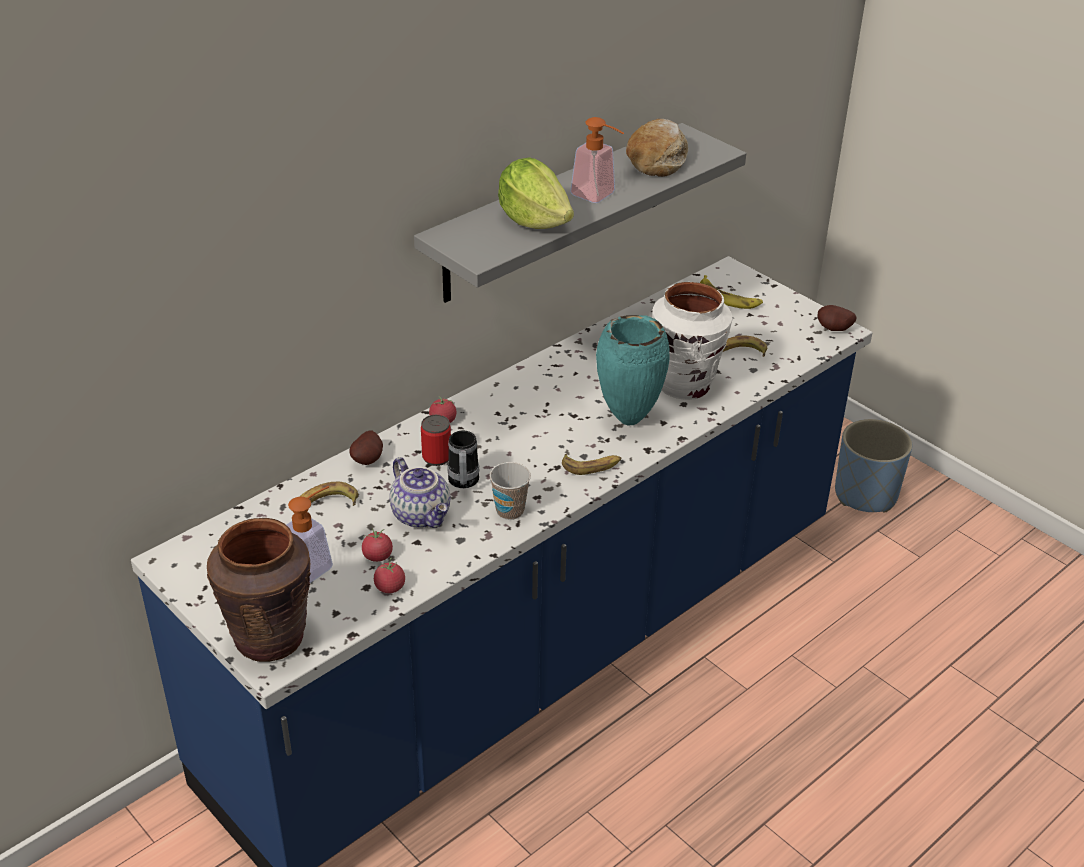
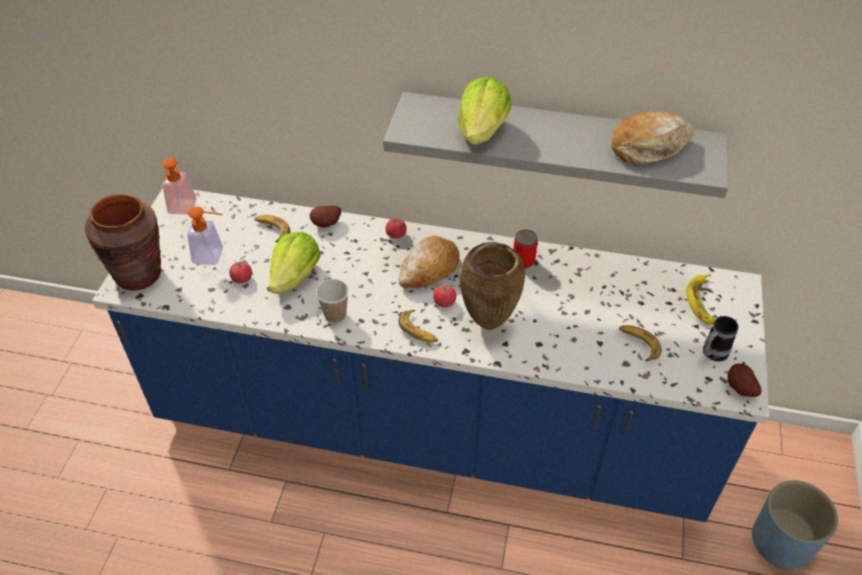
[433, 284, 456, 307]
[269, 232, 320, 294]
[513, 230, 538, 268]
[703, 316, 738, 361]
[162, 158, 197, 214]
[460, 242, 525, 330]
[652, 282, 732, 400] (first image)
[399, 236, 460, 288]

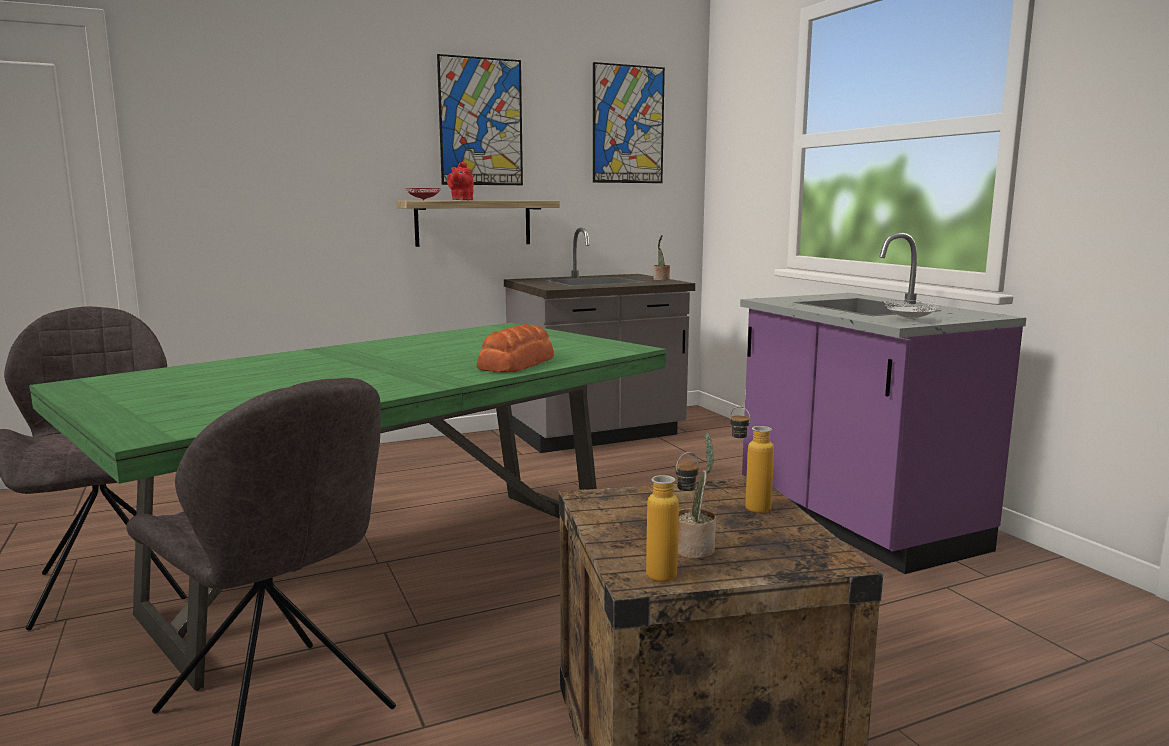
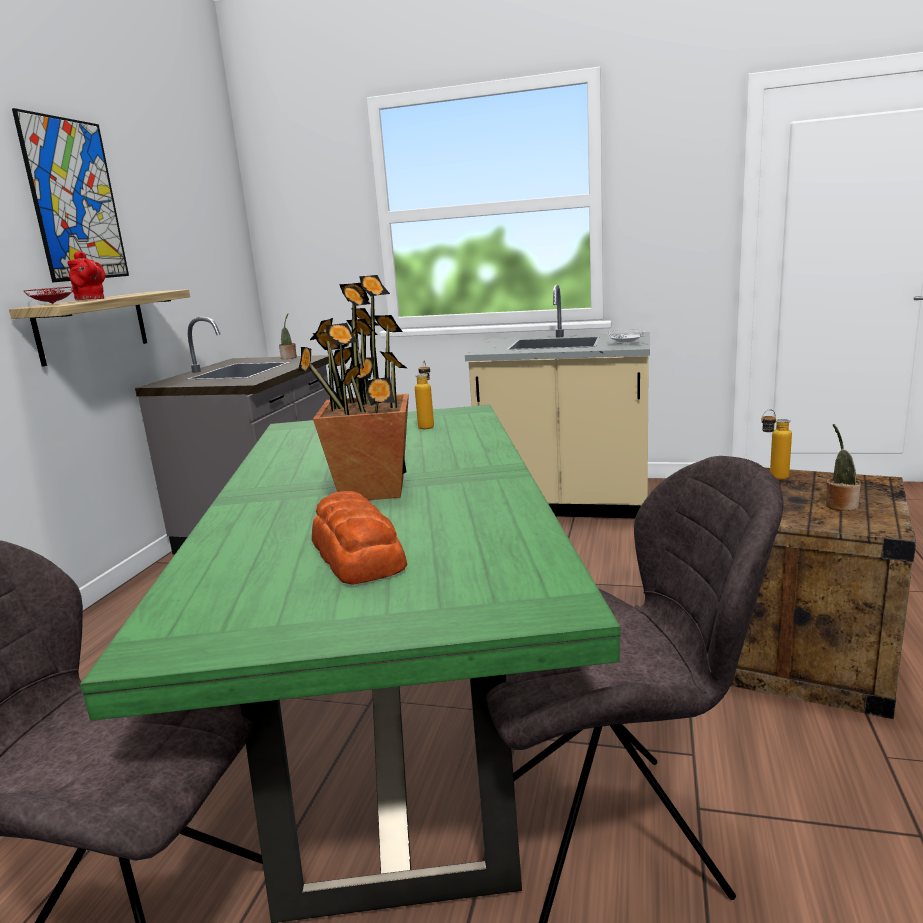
[312, 491, 408, 585]
[593, 62, 665, 183] (first image)
[415, 360, 434, 429]
[465, 285, 650, 518]
[298, 275, 409, 500]

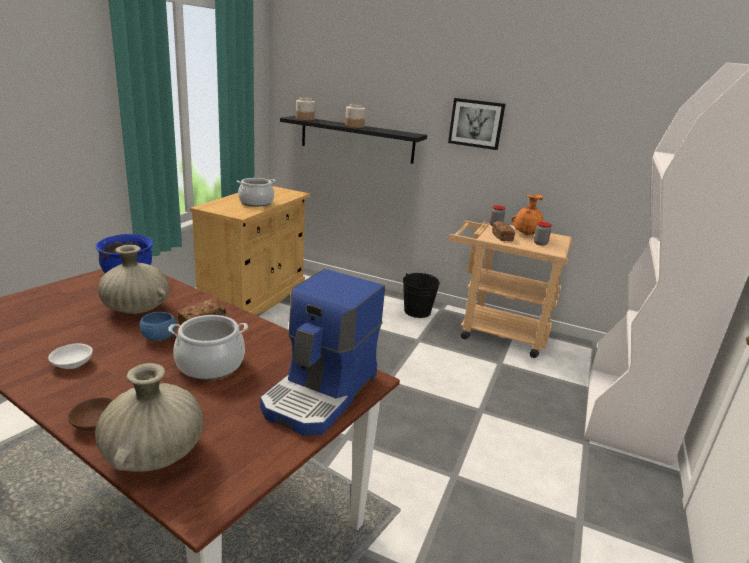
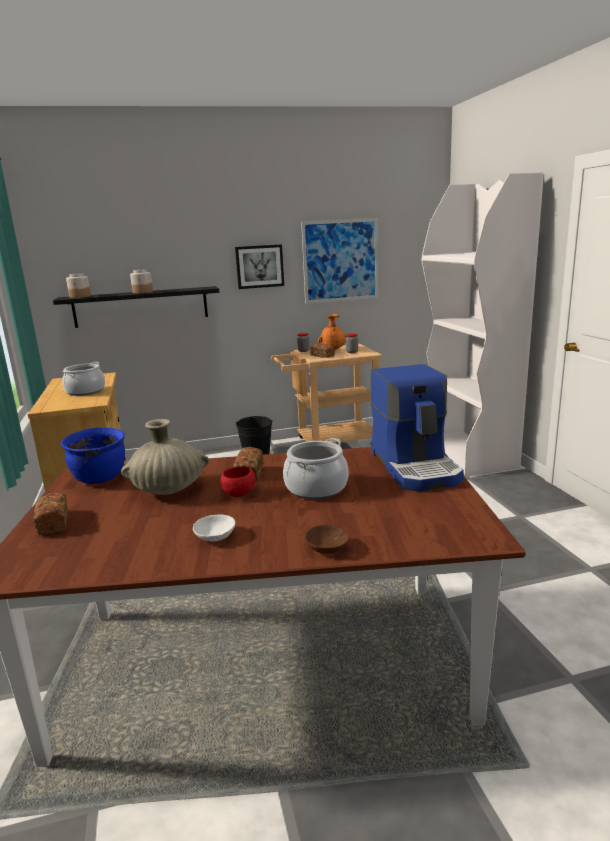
[95, 363, 203, 472] (first image)
[220, 467, 256, 497]
[34, 492, 67, 535]
[301, 218, 378, 304]

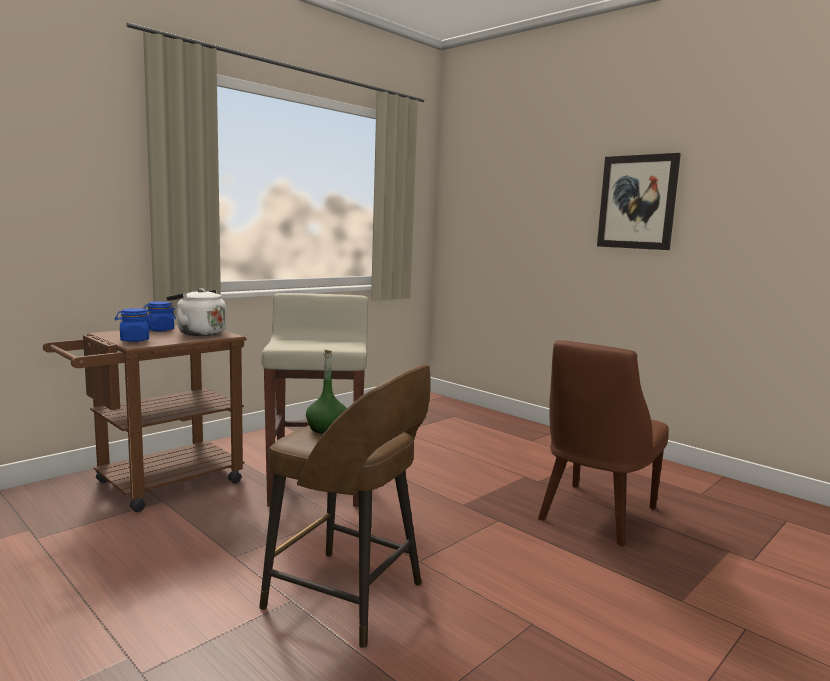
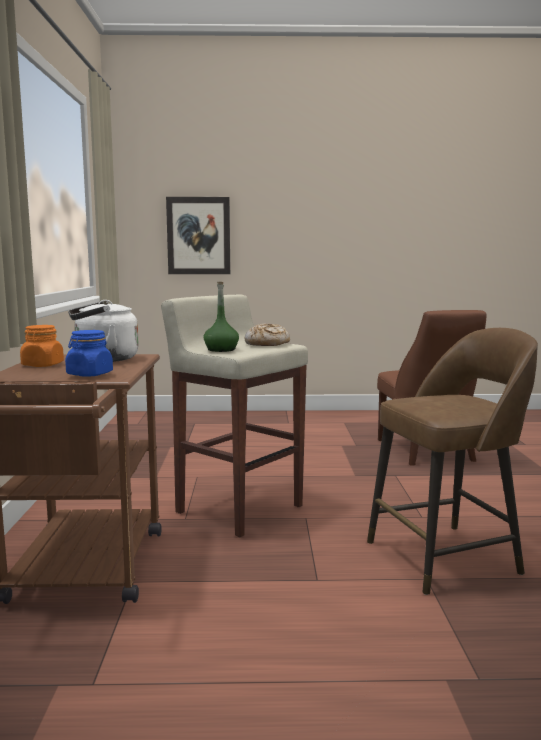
[20, 325, 64, 367]
[204, 282, 239, 352]
[166, 197, 230, 274]
[245, 323, 290, 346]

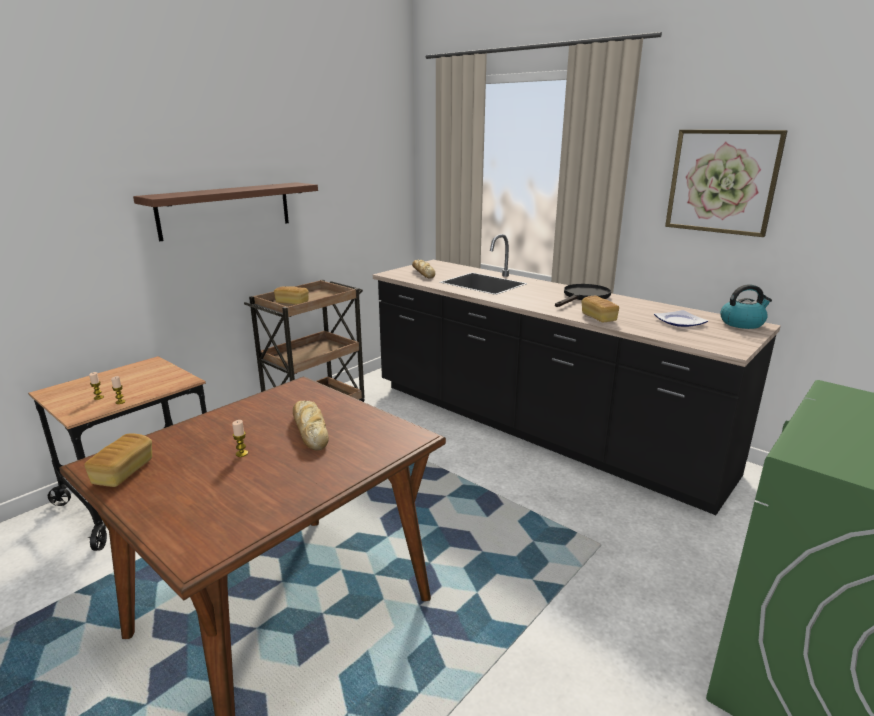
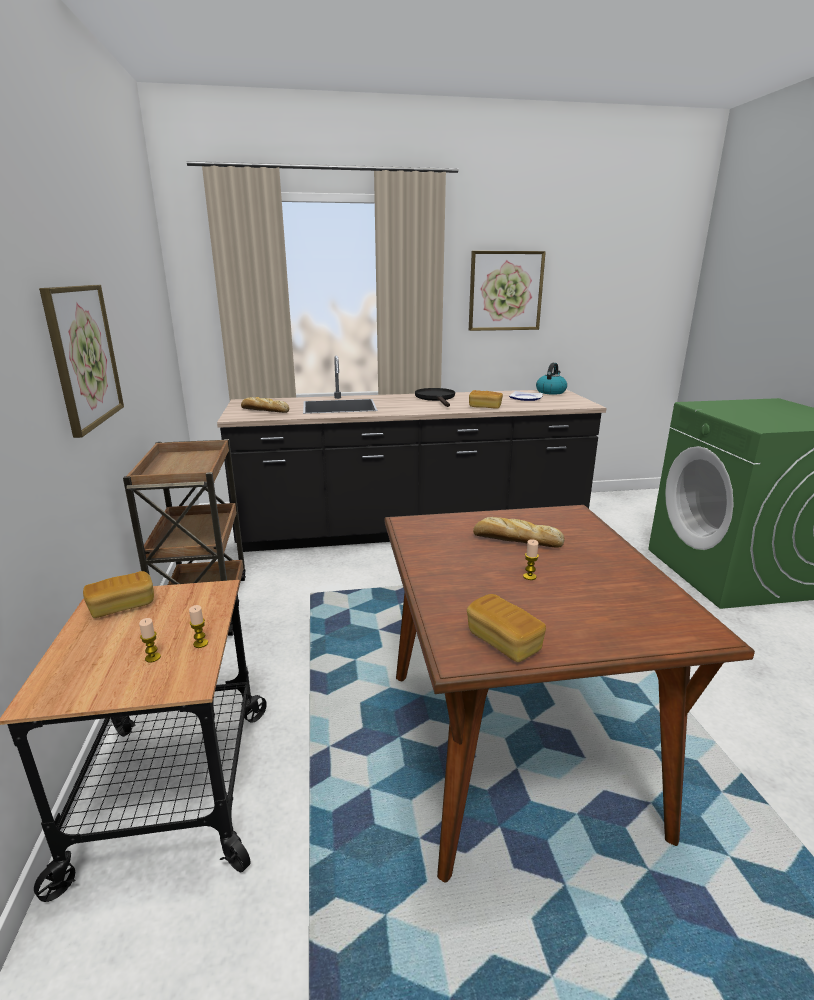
[39, 285, 124, 438]
[83, 571, 154, 618]

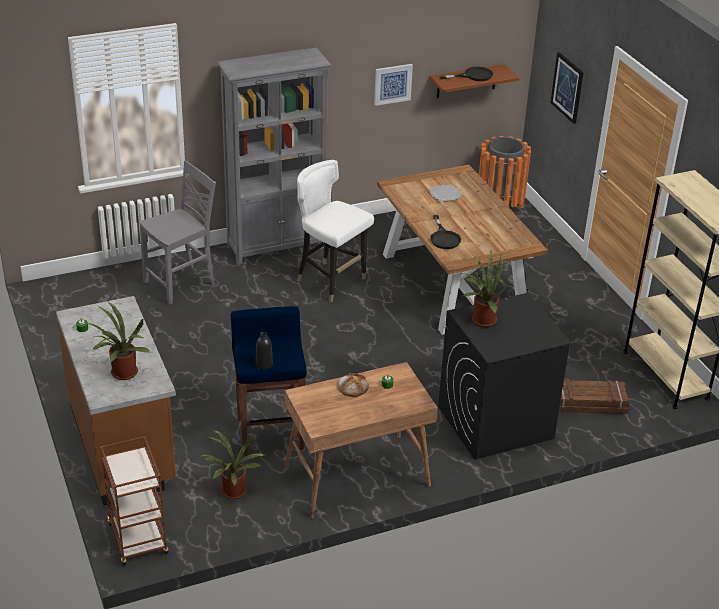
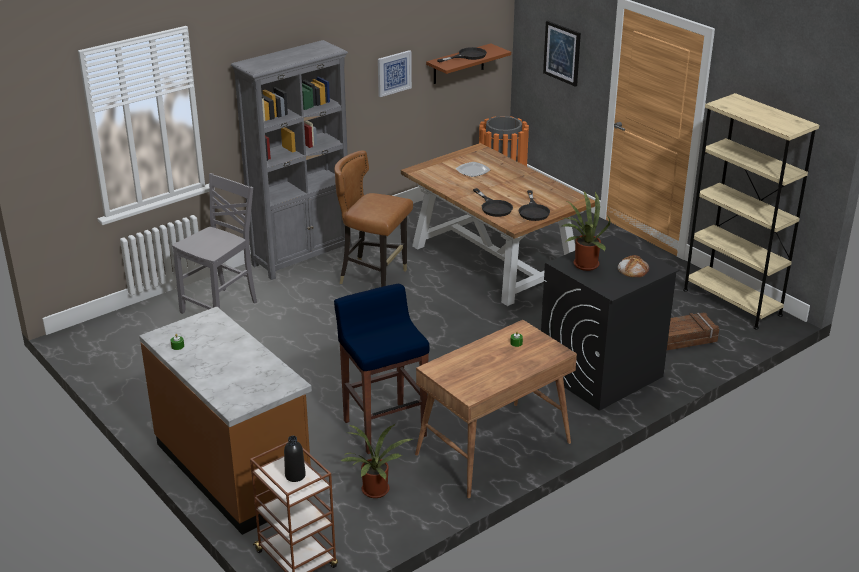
[84, 302, 150, 380] (first image)
[284, 436, 306, 482]
[334, 150, 413, 287]
[618, 255, 649, 277]
[519, 190, 550, 221]

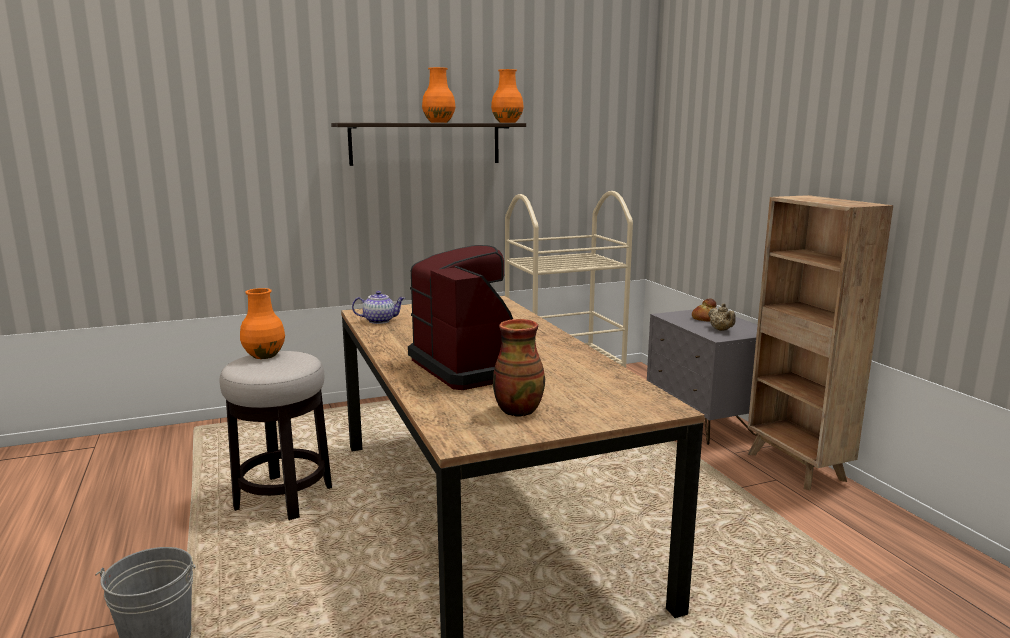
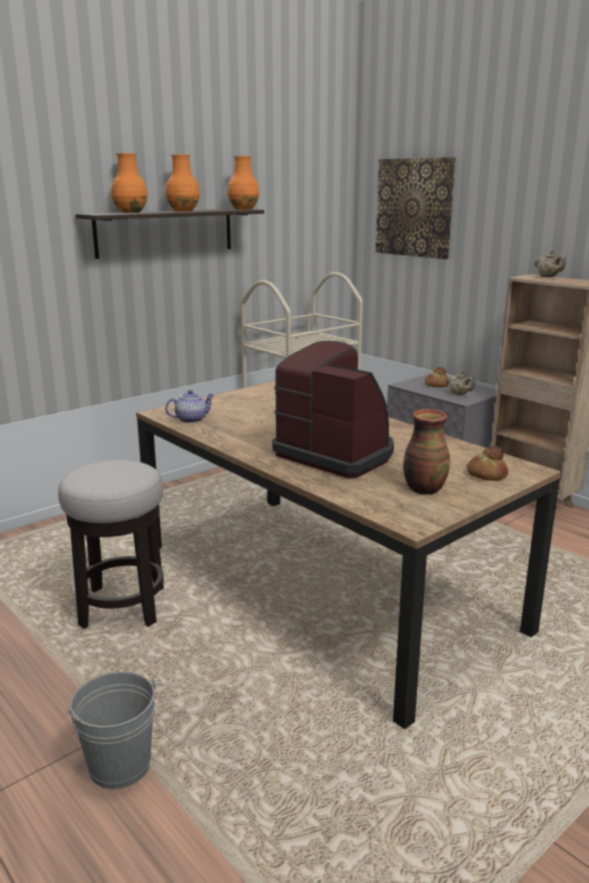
[111, 153, 148, 213]
[375, 157, 456, 259]
[467, 446, 508, 481]
[534, 250, 566, 277]

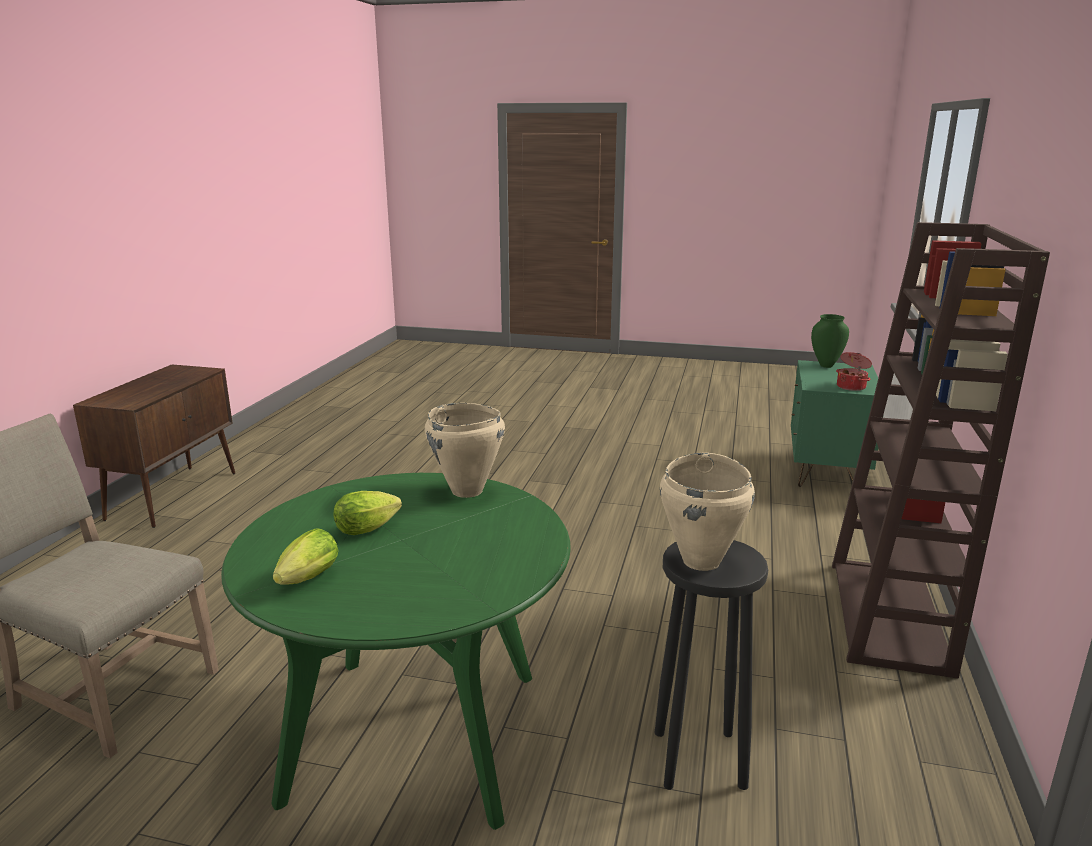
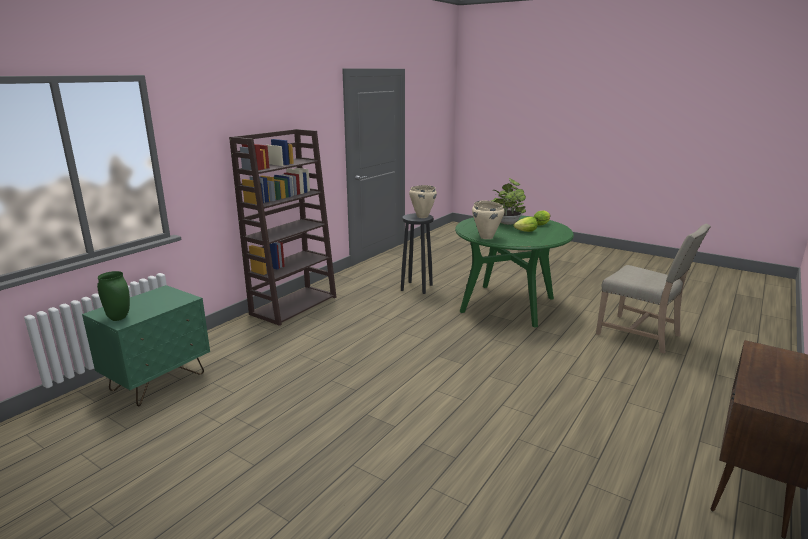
[836, 352, 872, 391] (first image)
[490, 178, 526, 225]

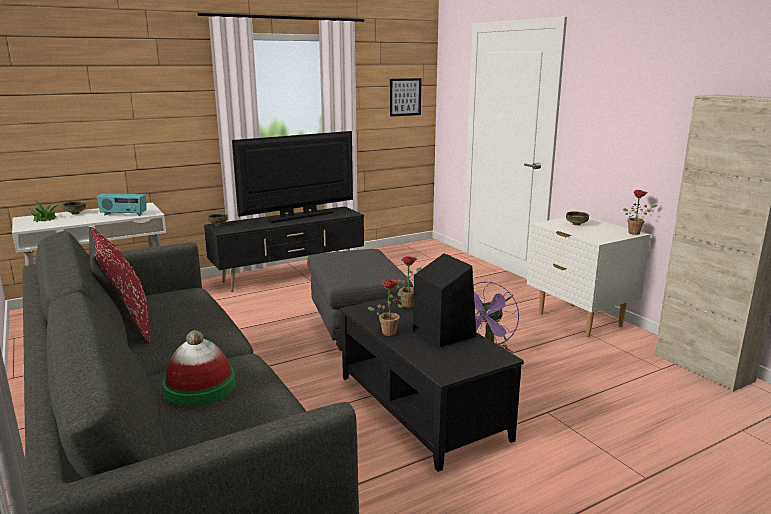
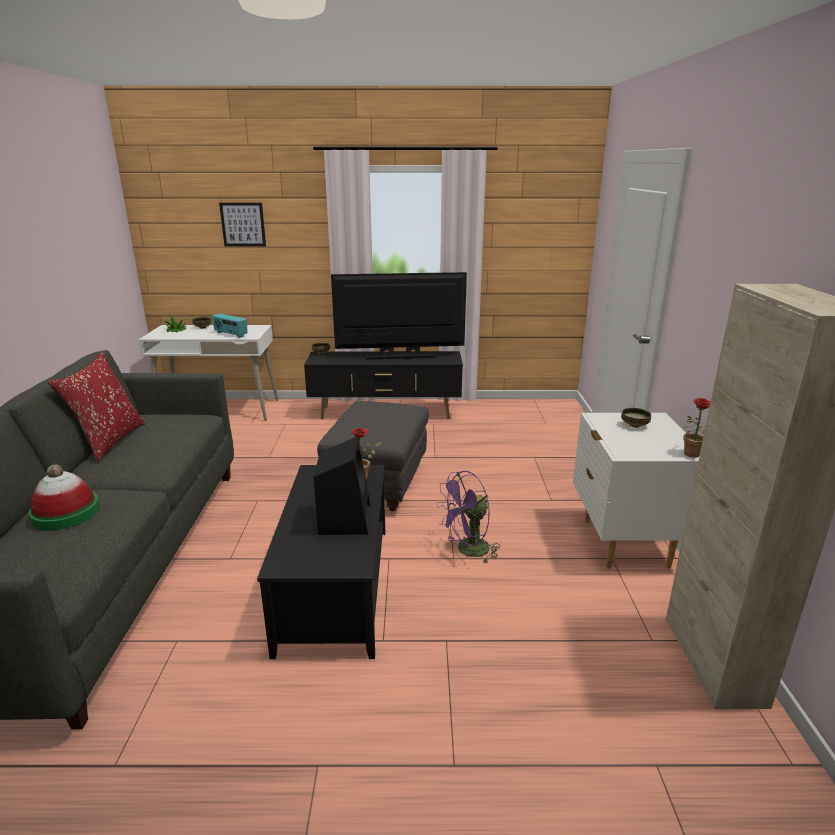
[368, 279, 404, 336] (first image)
[219, 203, 266, 246]

